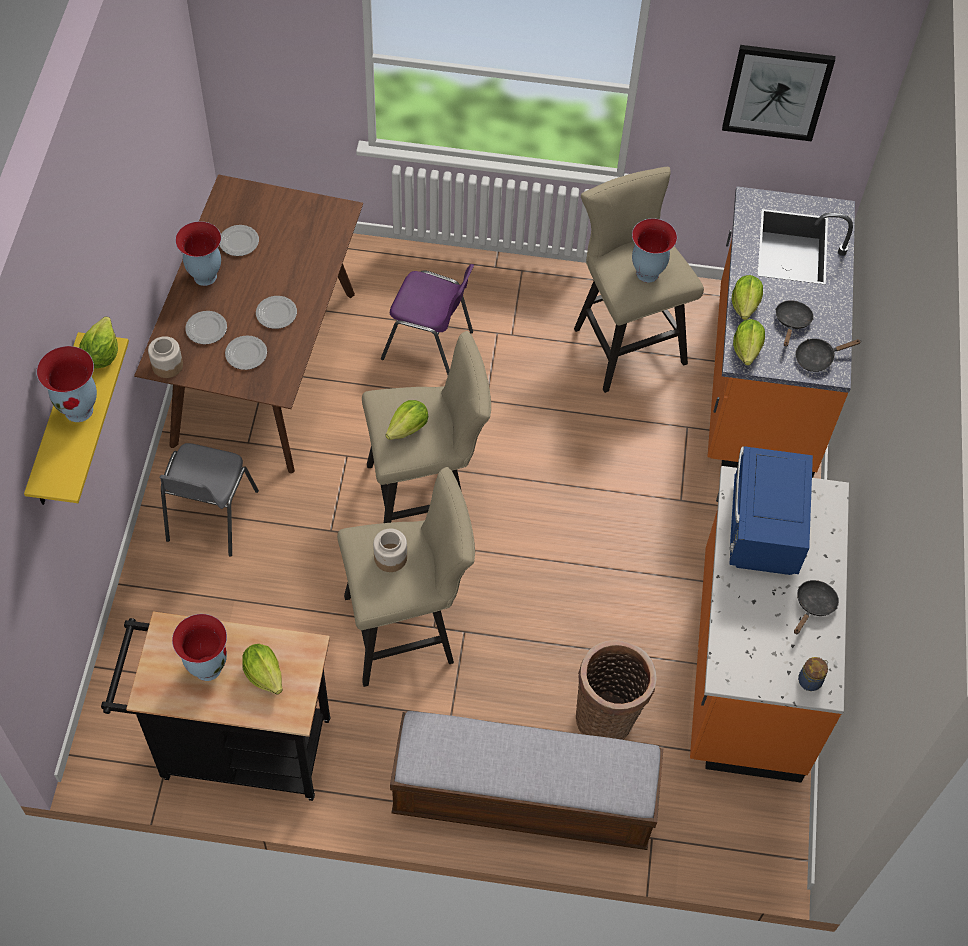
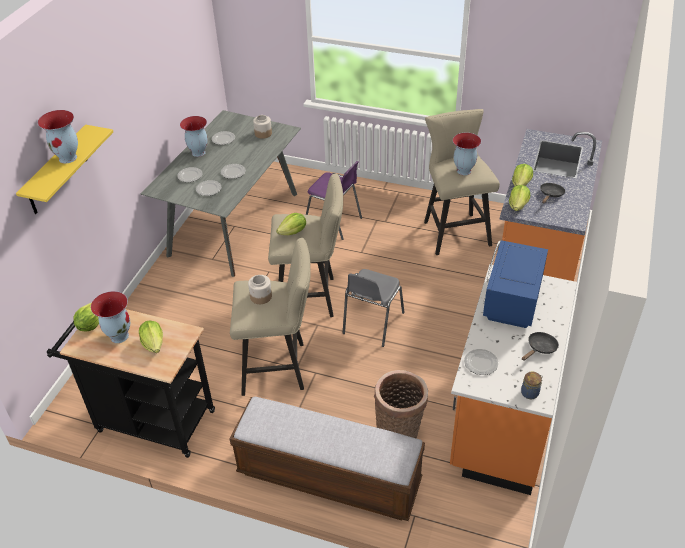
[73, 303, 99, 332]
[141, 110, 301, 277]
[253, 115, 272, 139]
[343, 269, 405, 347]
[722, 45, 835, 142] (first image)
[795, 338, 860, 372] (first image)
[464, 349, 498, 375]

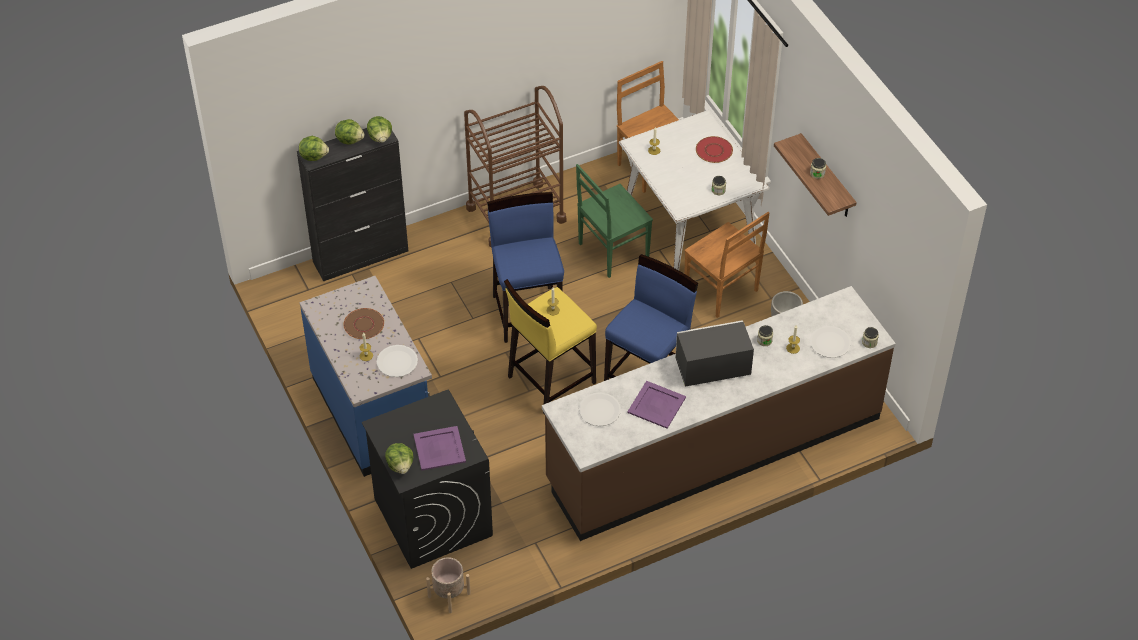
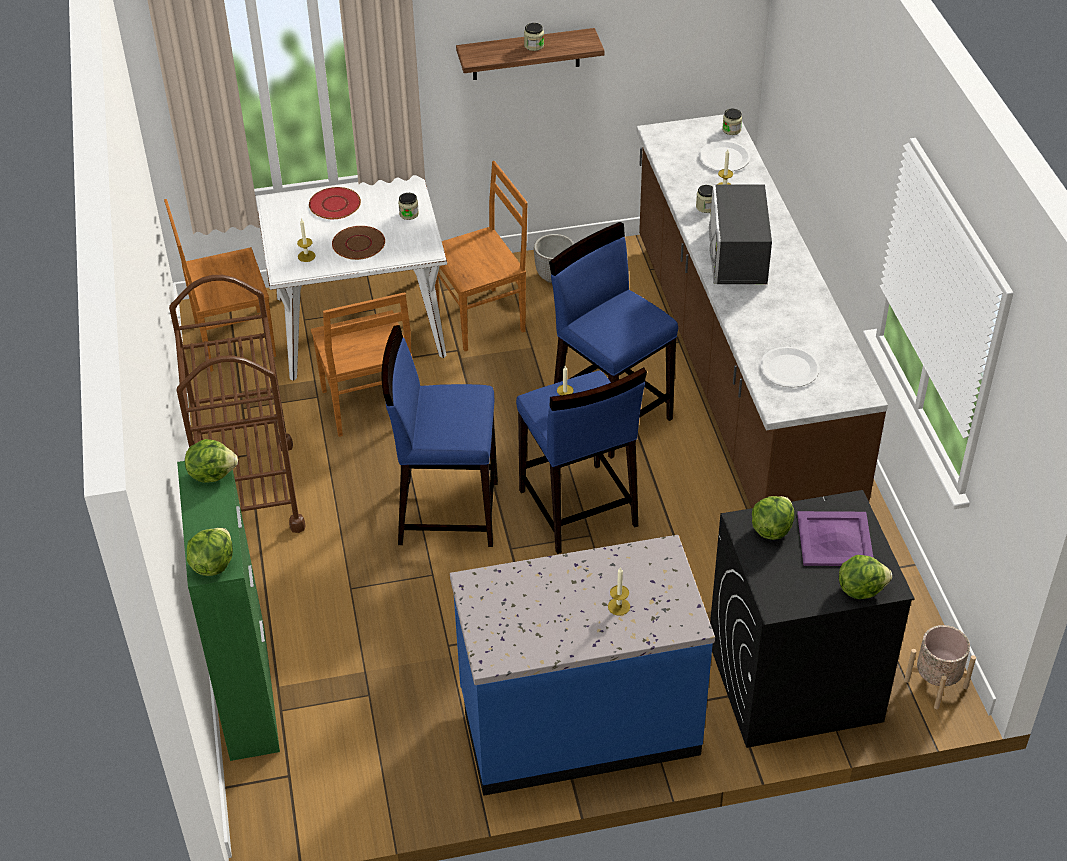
[177, 461, 280, 761]
[752, 496, 794, 540]
[332, 226, 385, 260]
[377, 345, 418, 377] (first image)
[516, 367, 647, 554]
[311, 292, 413, 437]
[627, 381, 686, 429] (first image)

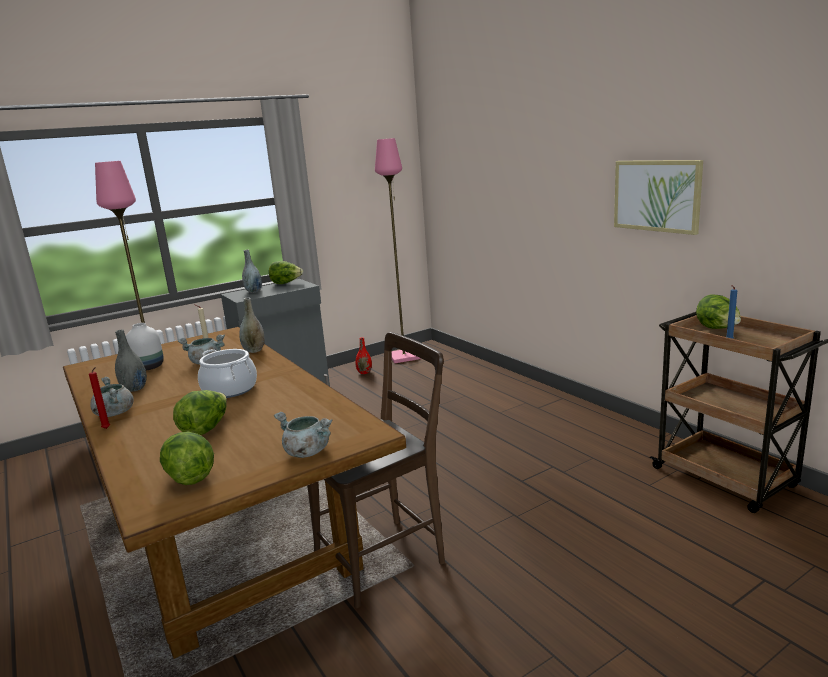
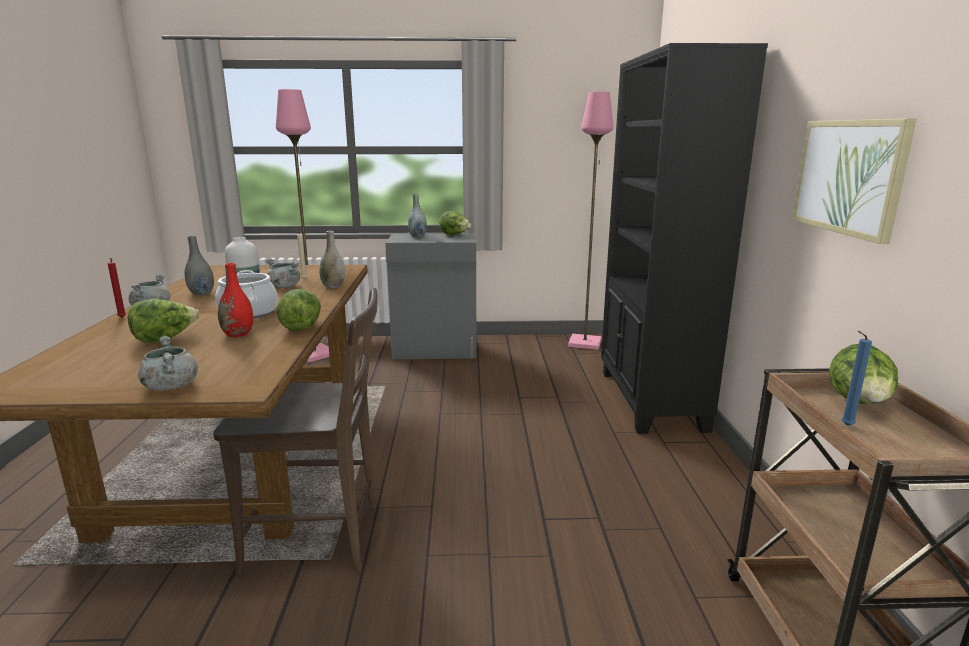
[276, 289, 321, 331]
[218, 263, 253, 337]
[601, 43, 768, 434]

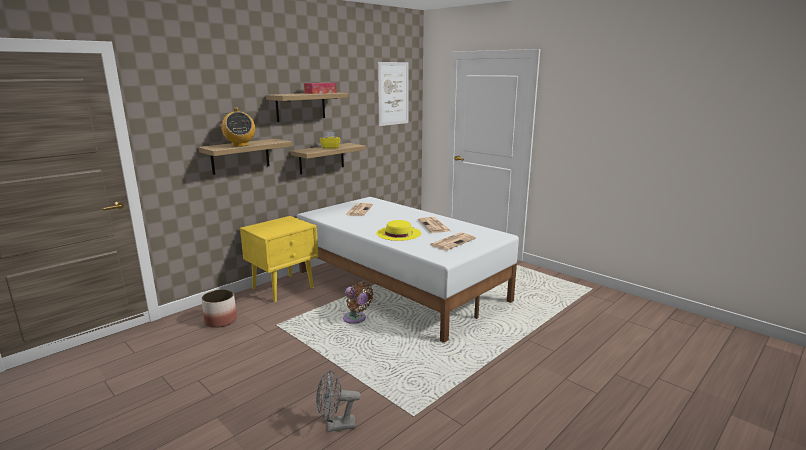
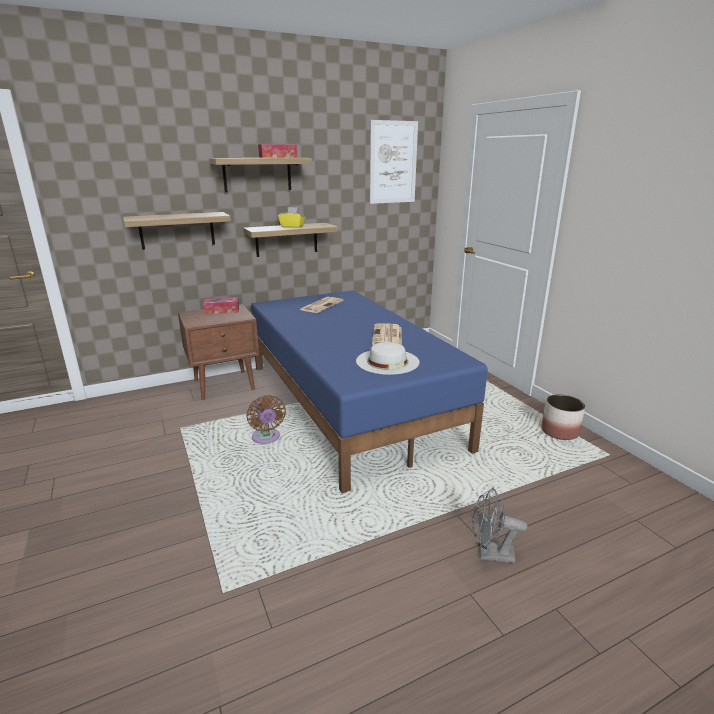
[541, 394, 585, 440]
[221, 108, 255, 147] (first image)
[178, 304, 259, 400]
[251, 290, 488, 493]
[472, 488, 528, 563]
[377, 220, 421, 241] (first image)
[356, 342, 419, 375]
[203, 297, 239, 314]

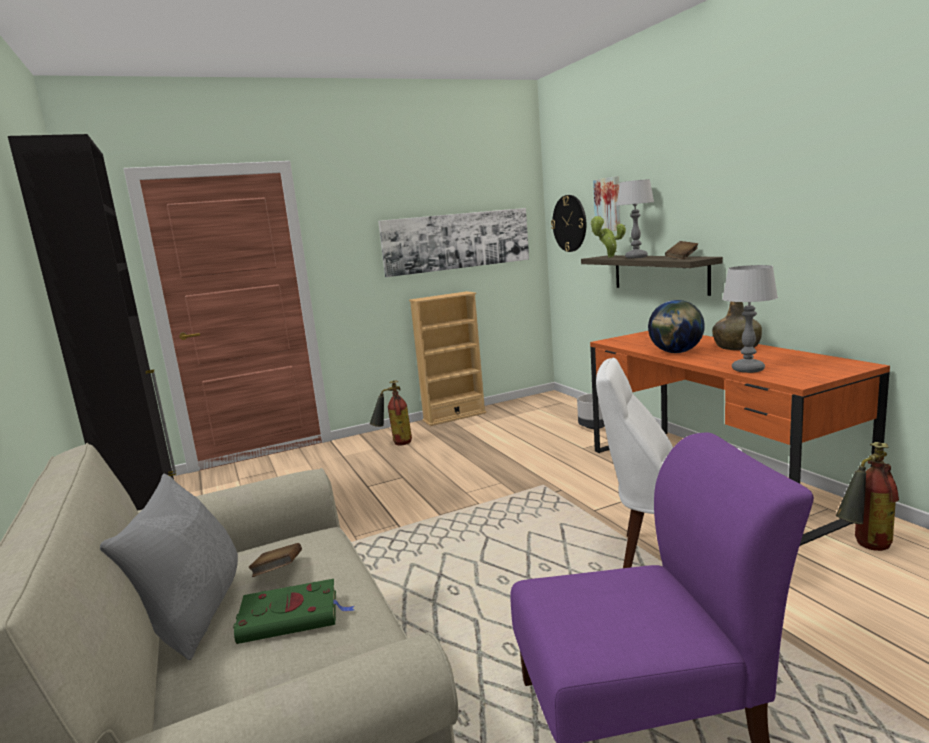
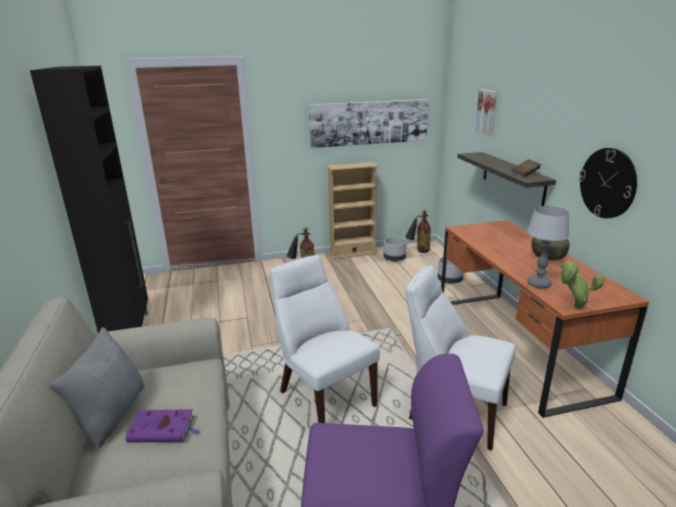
[126, 409, 200, 443]
[248, 543, 302, 577] (first image)
[579, 148, 637, 218]
[560, 261, 605, 309]
[616, 179, 654, 259] (first image)
[648, 300, 705, 353] (first image)
[405, 210, 431, 253]
[270, 255, 380, 423]
[383, 237, 407, 262]

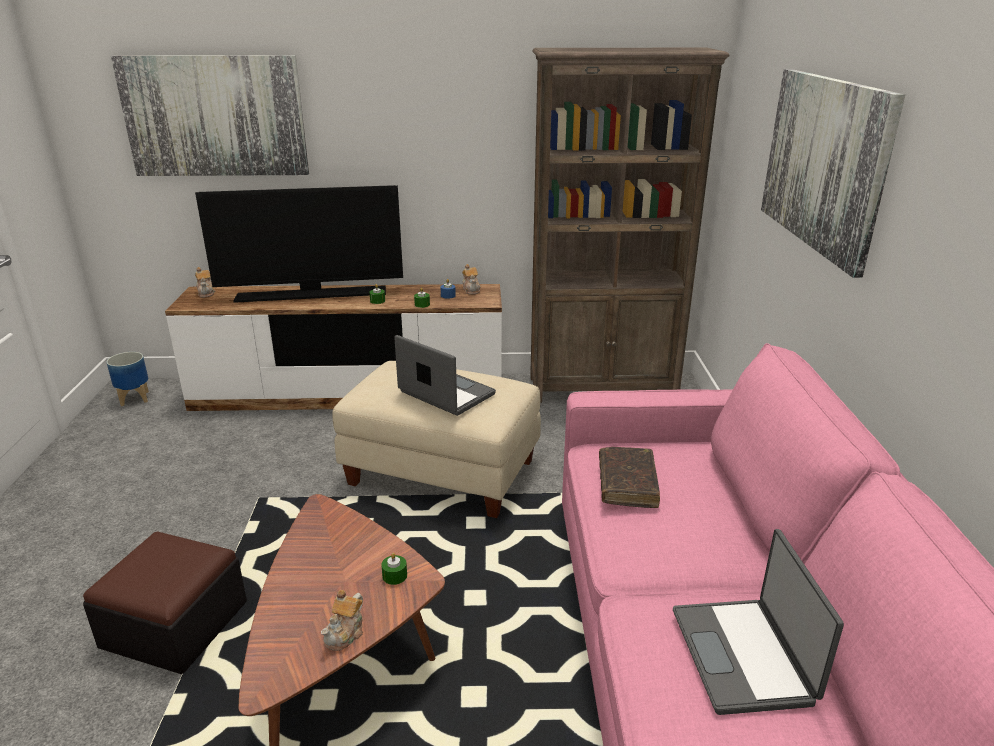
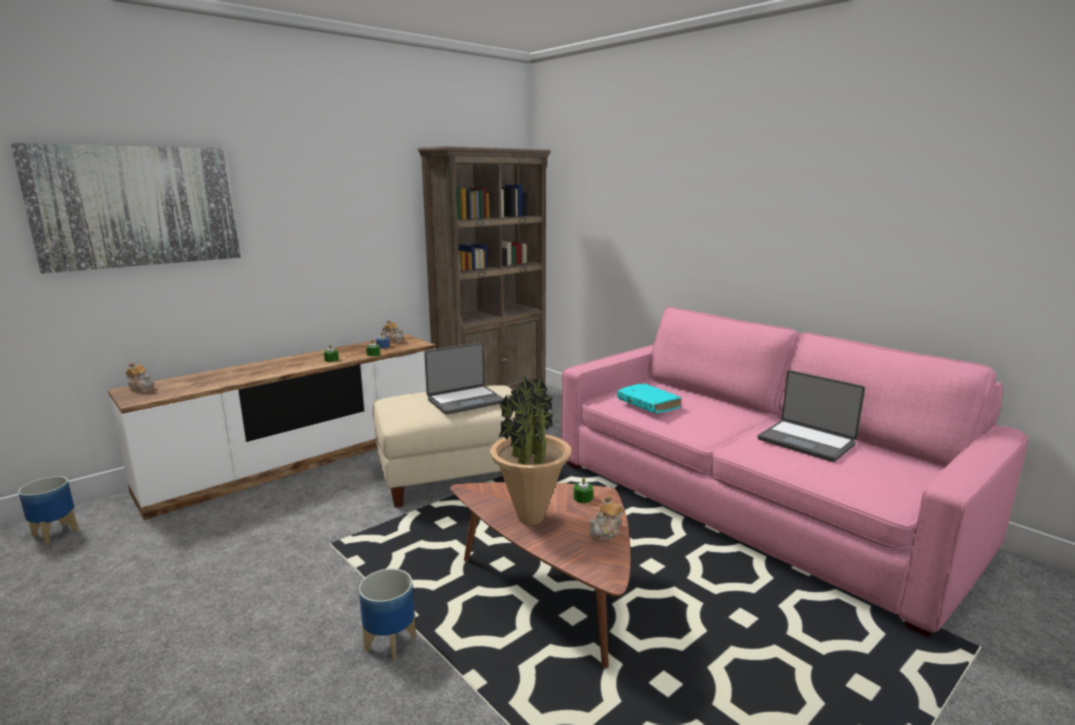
[359, 569, 416, 661]
[195, 185, 403, 303] (first image)
[589, 495, 623, 541]
[424, 343, 504, 415]
[617, 383, 681, 413]
[761, 69, 905, 278] (first image)
[490, 376, 571, 525]

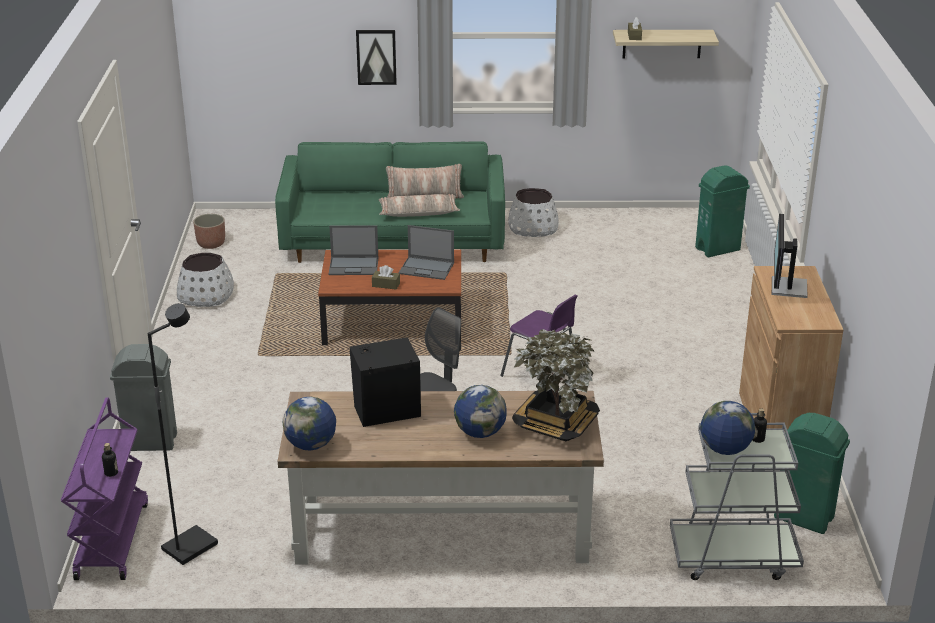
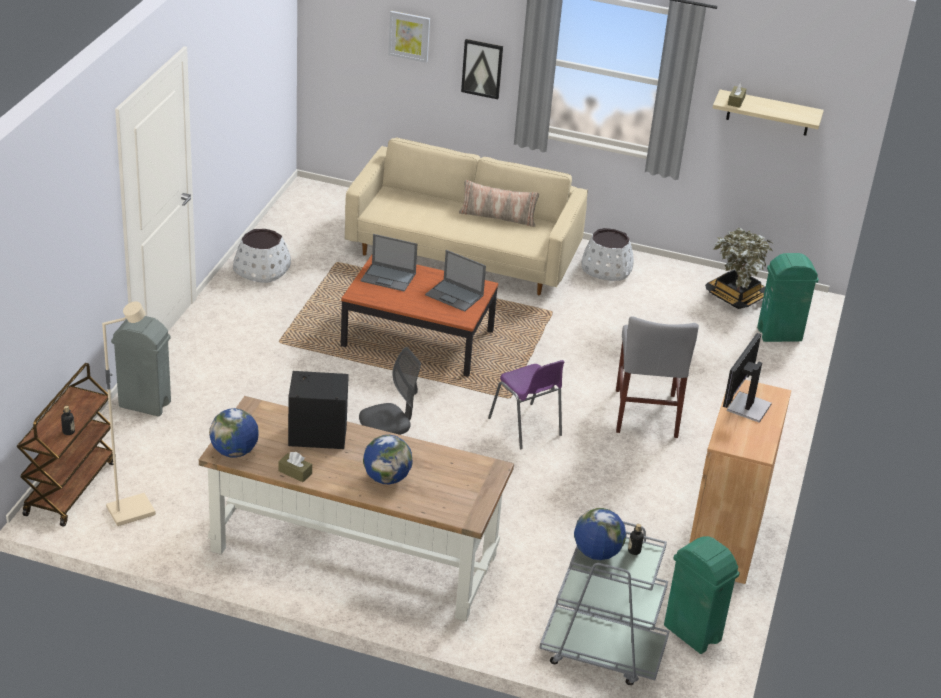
[17, 363, 116, 527]
[102, 301, 156, 526]
[193, 214, 225, 249] (first image)
[345, 138, 588, 295]
[278, 452, 312, 482]
[379, 194, 460, 217] (first image)
[705, 228, 774, 309]
[388, 11, 430, 63]
[616, 316, 699, 438]

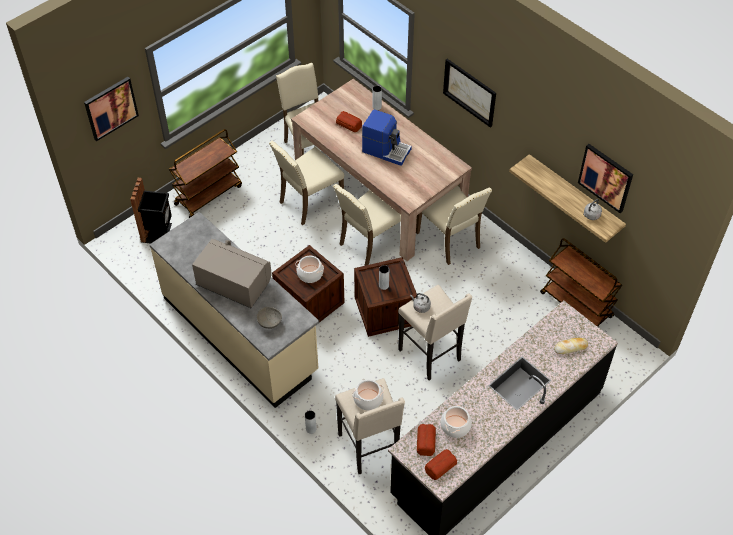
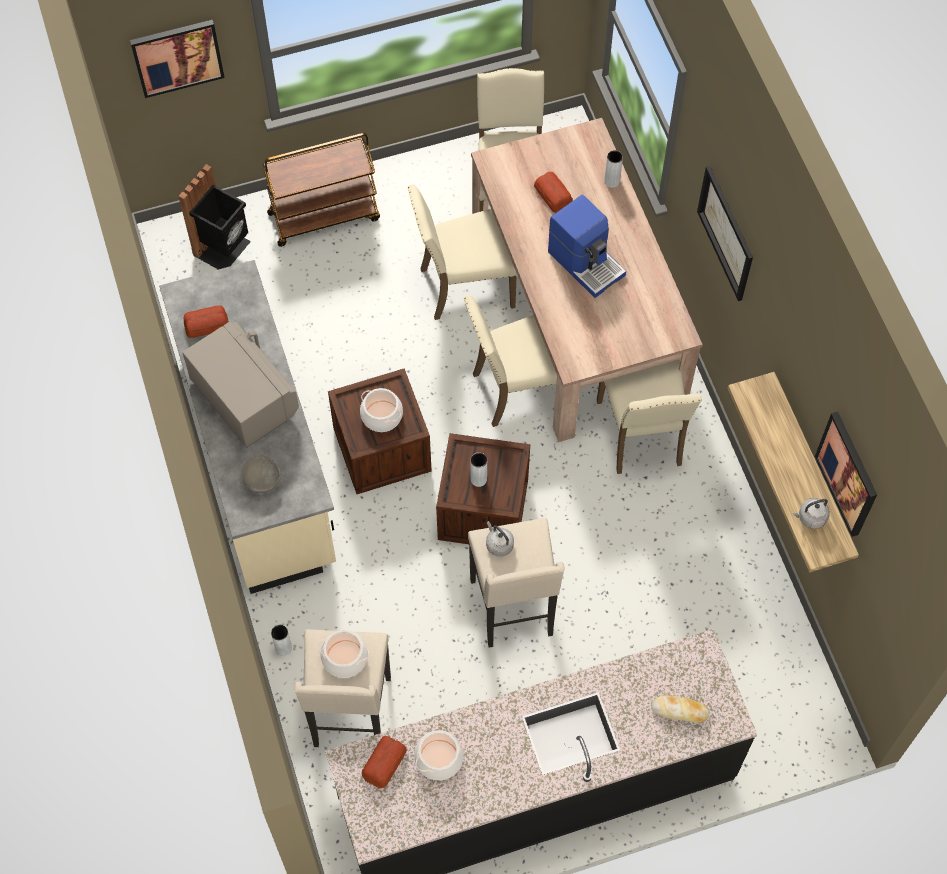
[184, 305, 229, 338]
[540, 238, 622, 327] (first image)

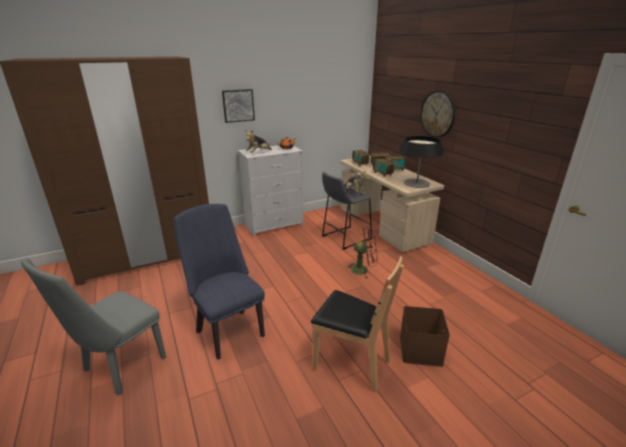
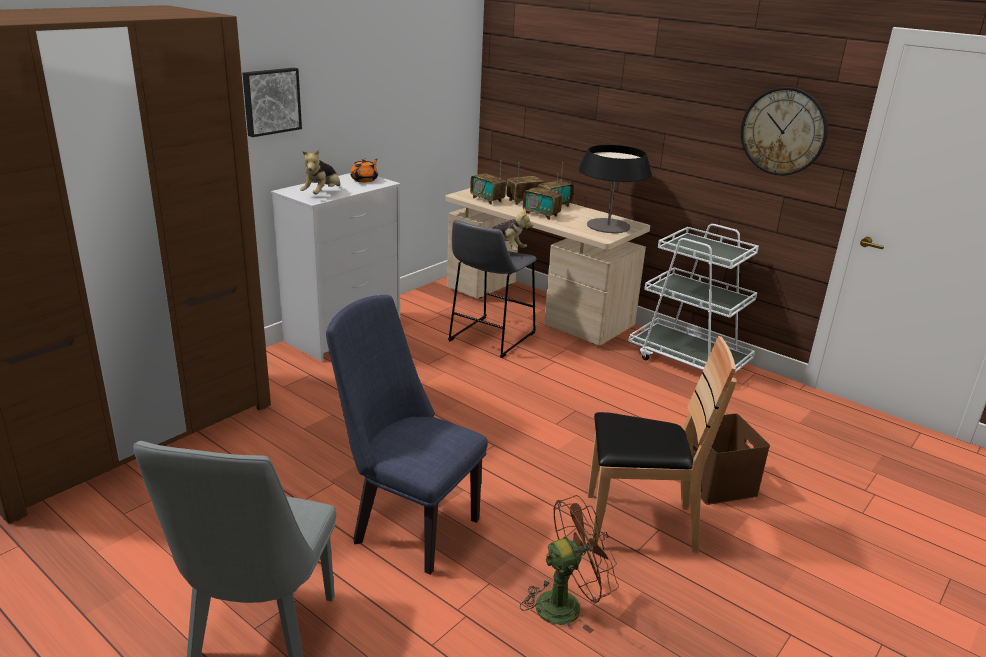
[520, 495, 619, 633]
[741, 87, 828, 175]
[629, 224, 759, 373]

